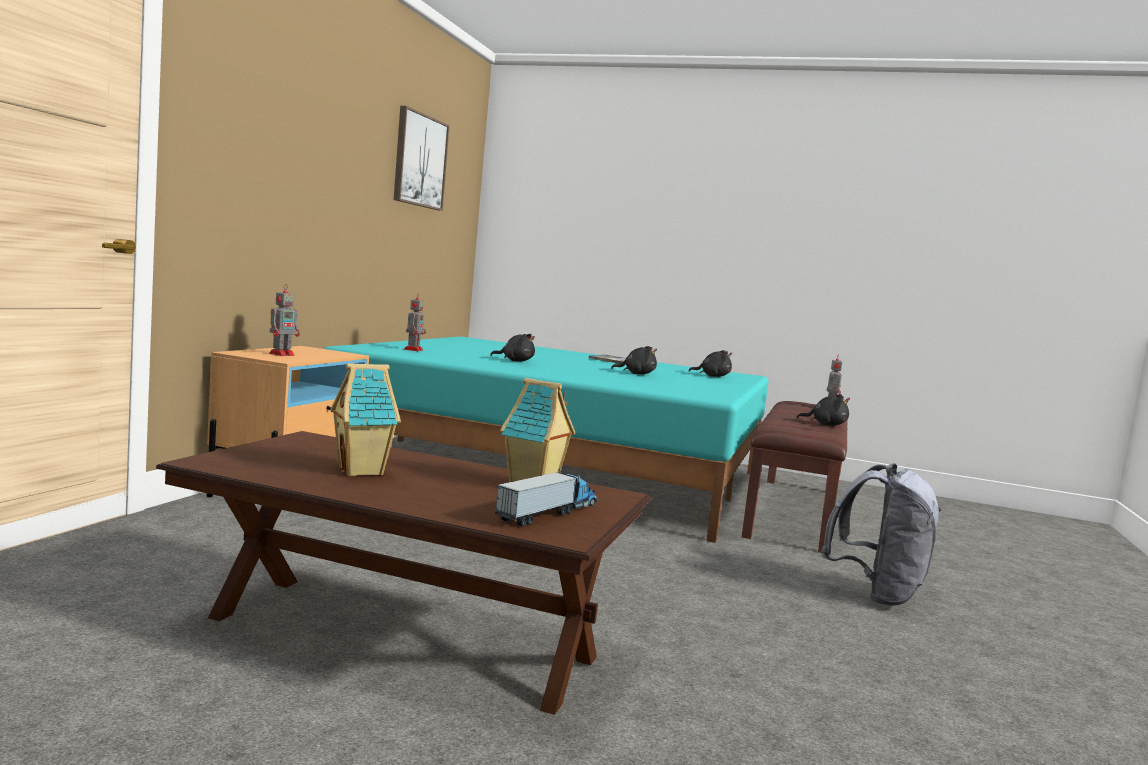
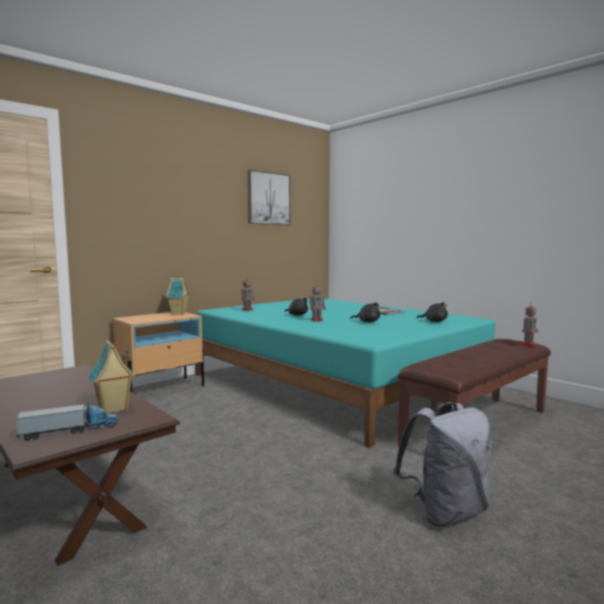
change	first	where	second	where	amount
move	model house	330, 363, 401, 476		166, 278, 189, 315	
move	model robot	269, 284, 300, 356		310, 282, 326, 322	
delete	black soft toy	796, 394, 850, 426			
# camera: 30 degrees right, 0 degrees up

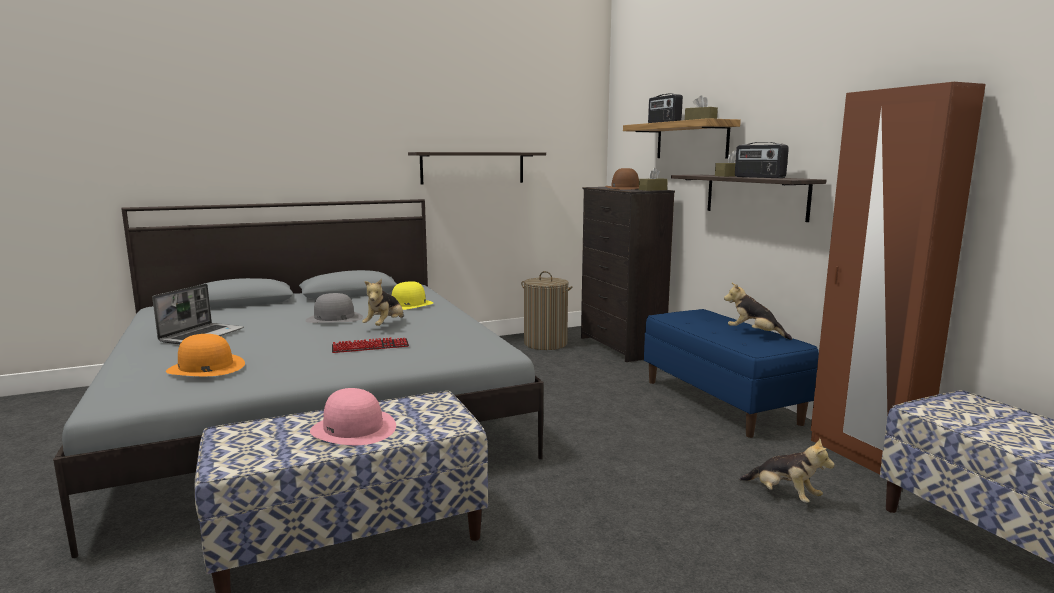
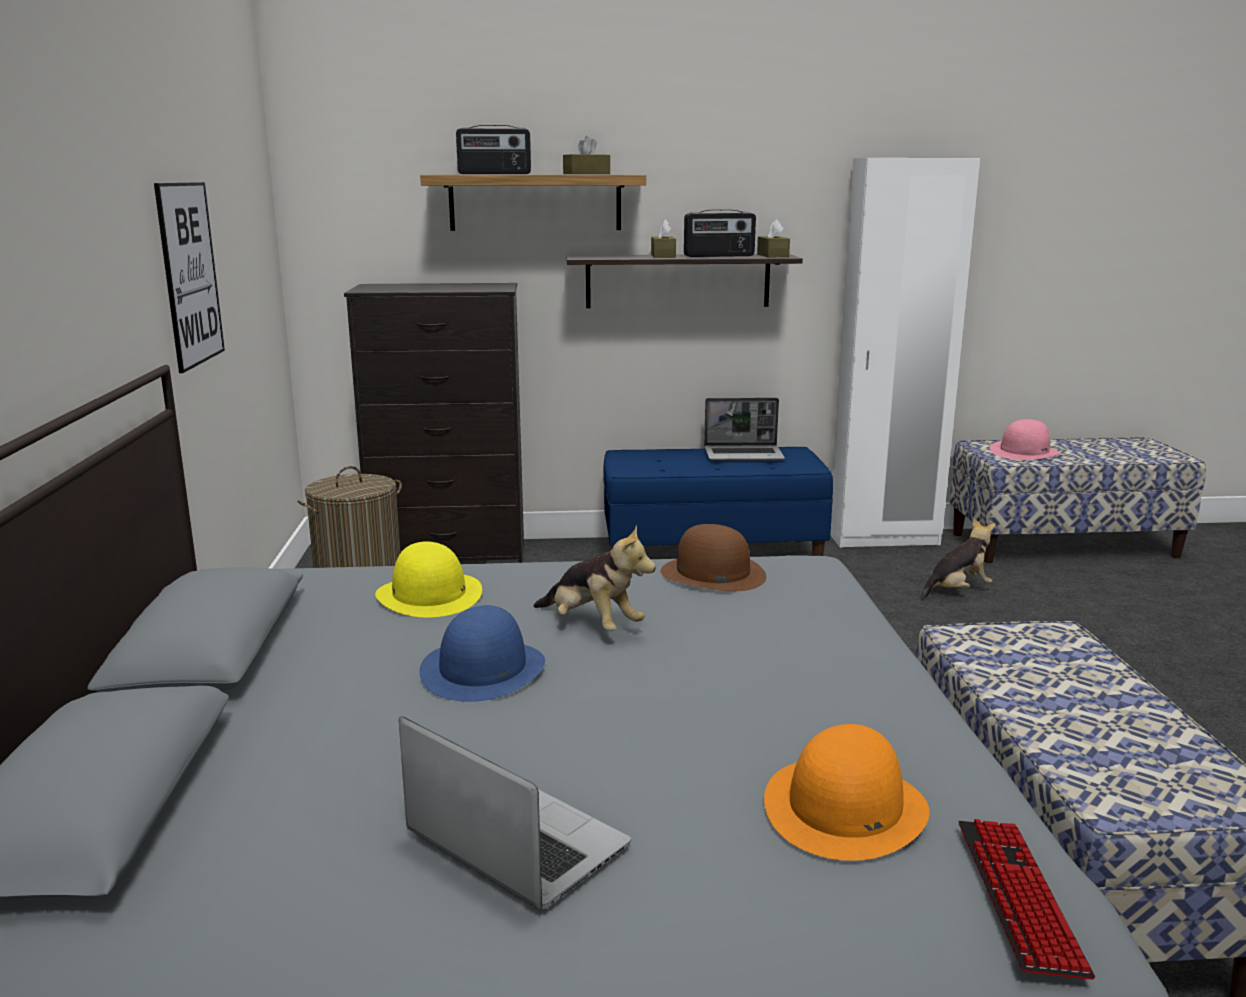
change	first	where	second	where	amount
replace	bracket shelf	408, 152, 546, 184	picture	154, 182, 225, 373	
recolor	grey clothing hat	305, 293, 363, 323	blue clothing hat	420, 605, 545, 702	
move	brown clothing hat	605, 168, 639, 190		660, 524, 766, 591	
replace	soft toy	724, 283, 792, 340	laptop	704, 398, 785, 461	
move	brown tissue box	639, 168, 668, 191		757, 220, 790, 257	
recolor	brown armoire	811, 82, 986, 474	white-coloured armoire	830, 158, 980, 548	
move	keyboard	332, 337, 409, 353		959, 819, 1095, 980	
move	pink clothing hat	310, 388, 396, 445		990, 419, 1061, 460	
# camera: 70 degrees left, 5 degrees up

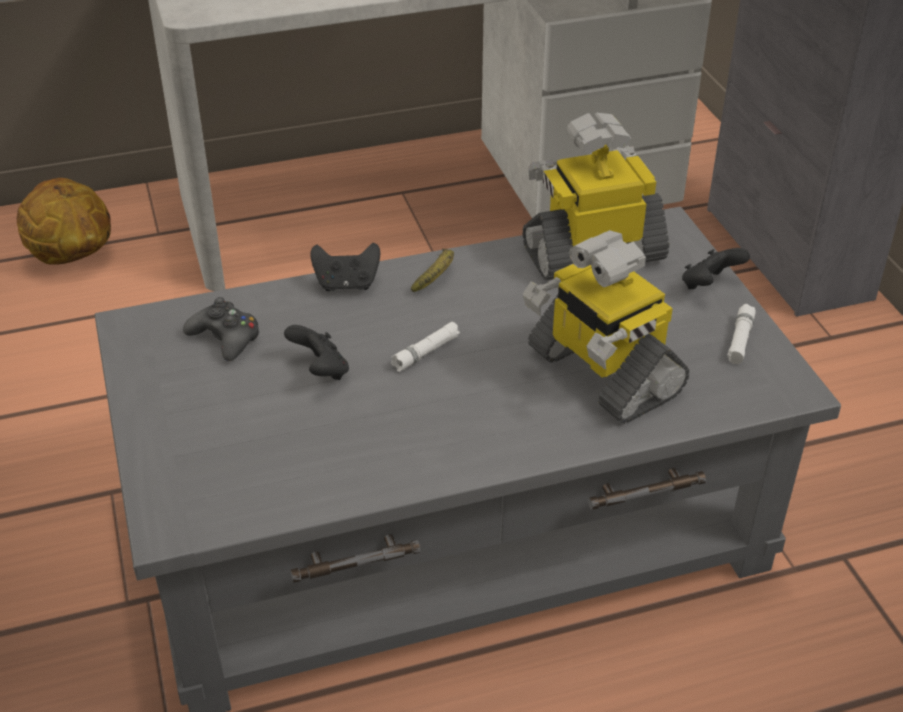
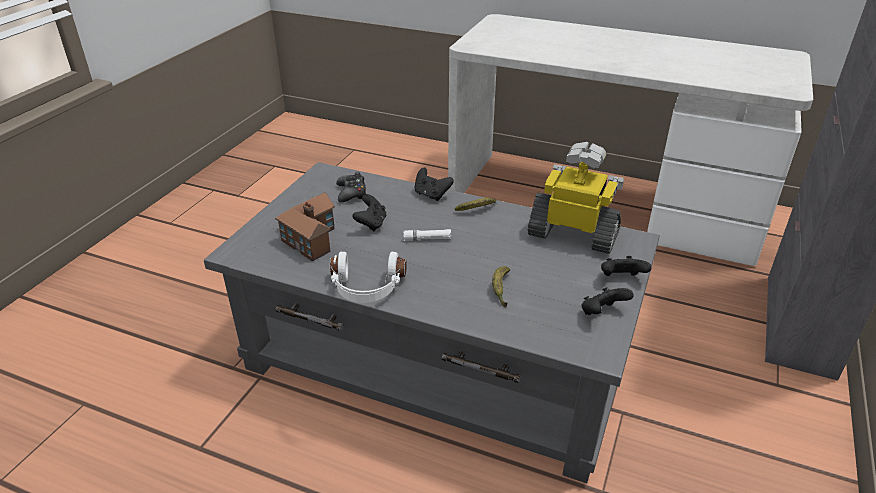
change	first	where	second	where	amount
insert			model house	275, 192, 335, 262	
insert			white-coloured headset	330, 252, 407, 303	
replace	model robot	523, 230, 689, 424	banana	492, 266, 510, 308	
replace	white-coloured torch	727, 304, 756, 364	black gamepad	581, 287, 634, 315	
delete	basketball ball	17, 178, 111, 265			
# camera: 40 degrees right, 5 degrees down

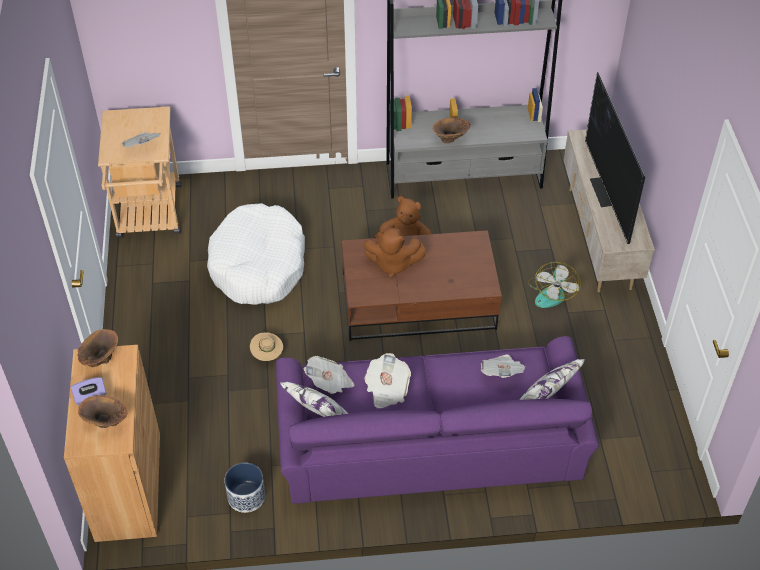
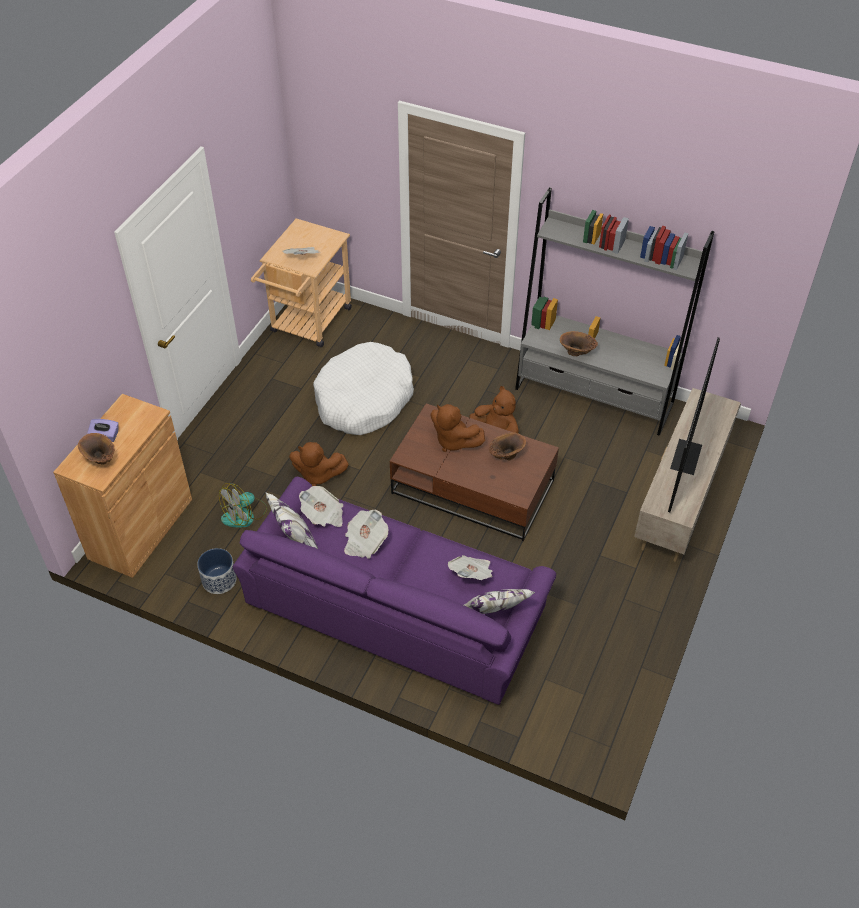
change	first	where	second	where	amount
move	cooling fan	528, 262, 581, 308		219, 483, 267, 528	
replace	sand-coloured clothing hat	250, 332, 283, 361	brown soft toy	289, 442, 349, 486	
move	brown vase	77, 329, 118, 367		489, 432, 526, 461	
# camera: 30 degrees right, 0 degrees up

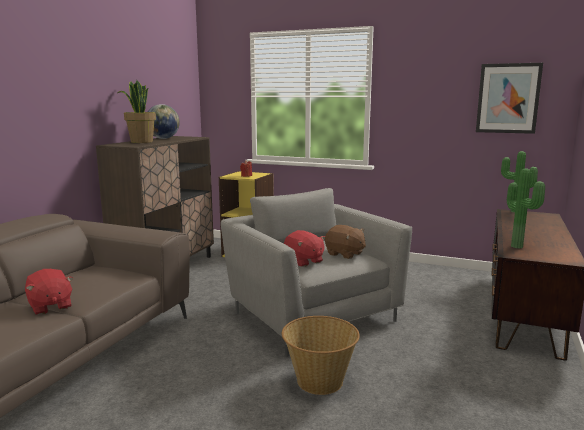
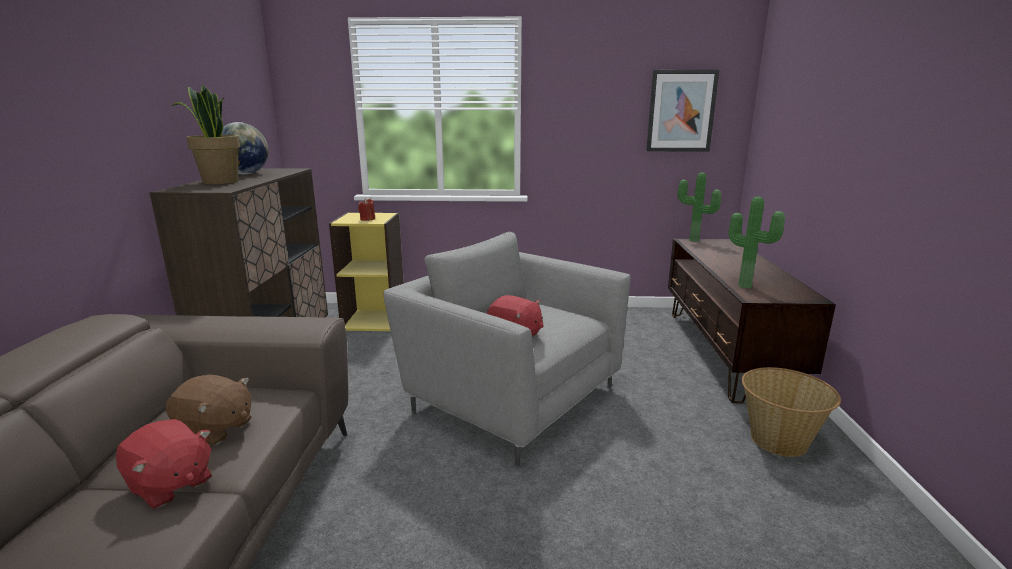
change	first	where	second	where	amount
move	brown soft toy	325, 225, 366, 259		166, 375, 251, 446	
move	household basket	282, 316, 360, 395		742, 367, 841, 457	
# camera: 20 degrees left, 5 degrees up

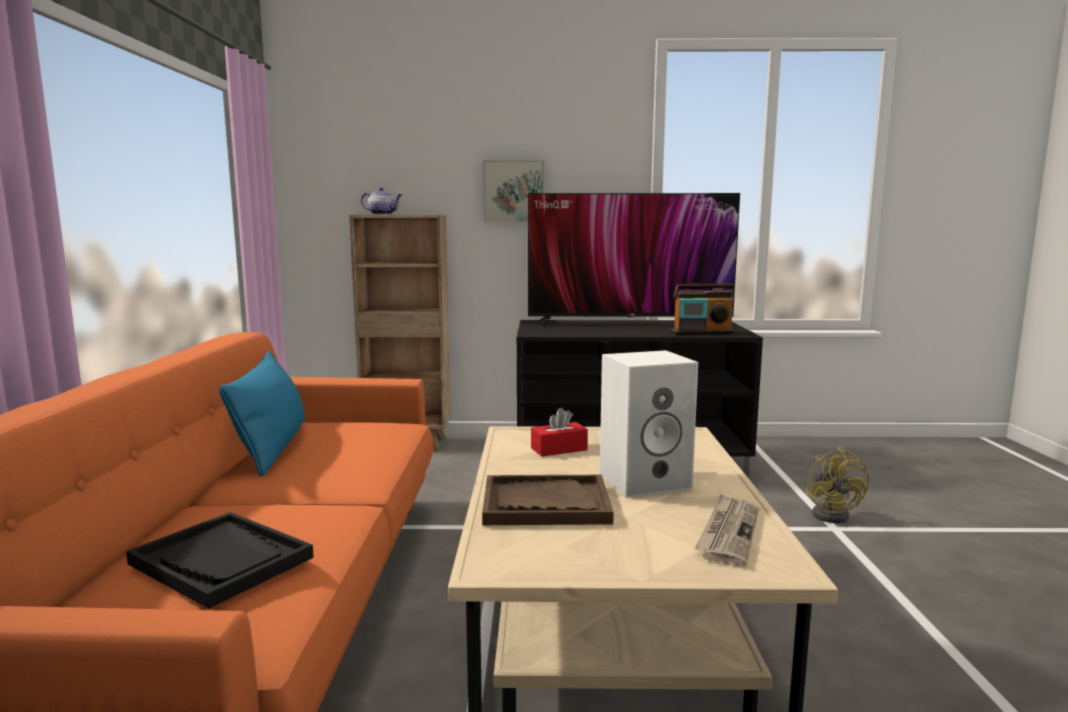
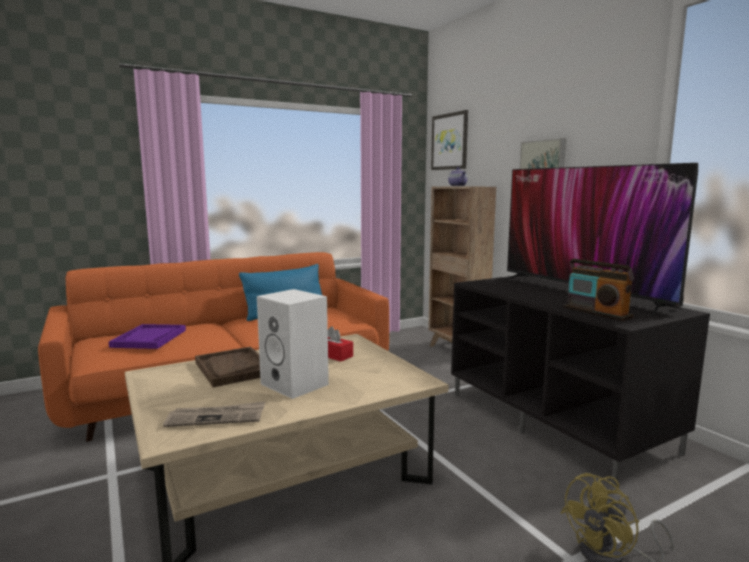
change	first	where	second	where	amount
recolor	black serving tray	126, 512, 314, 609	purple serving tray	109, 324, 186, 349	
insert			picture	431, 110, 468, 170	
# camera: 60 degrees right, 0 degrees up

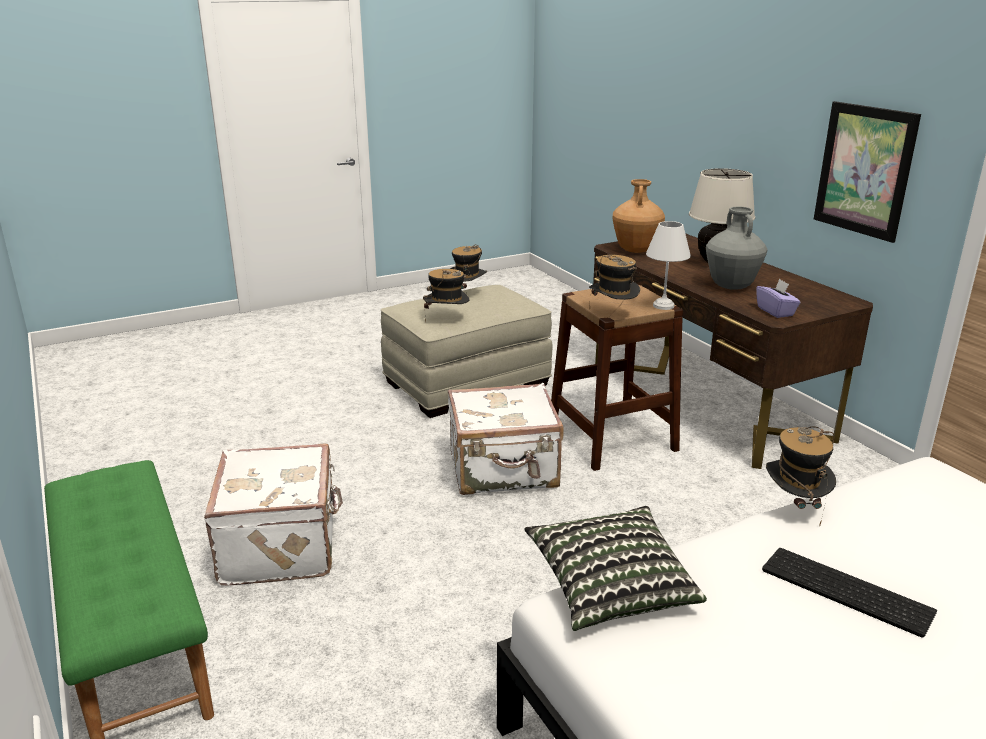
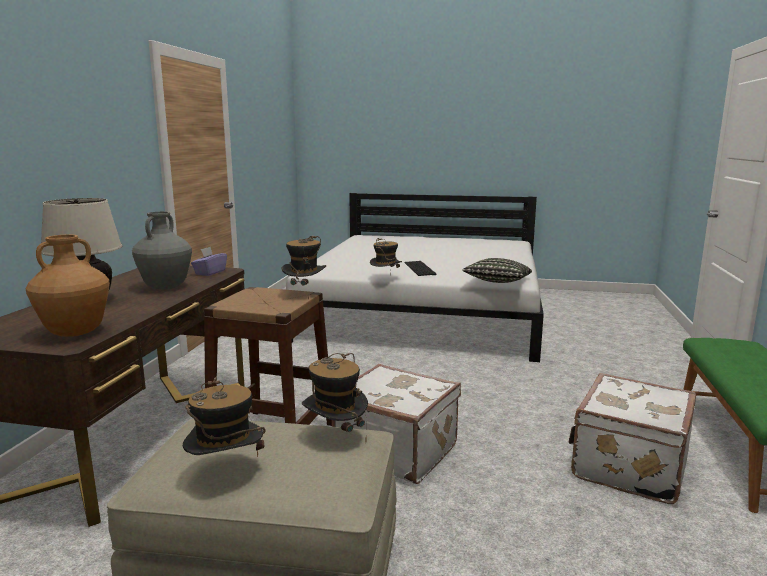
change	first	where	second	where	amount
delete	white-coloured tabletop lamp	646, 221, 691, 310			
delete	picture	814, 101, 921, 243			
# camera: 140 degrees left, 10 degrees down

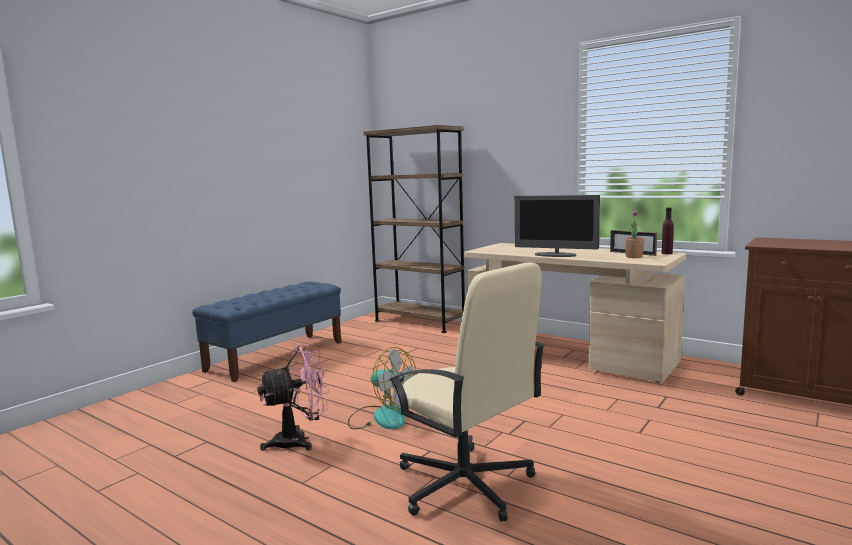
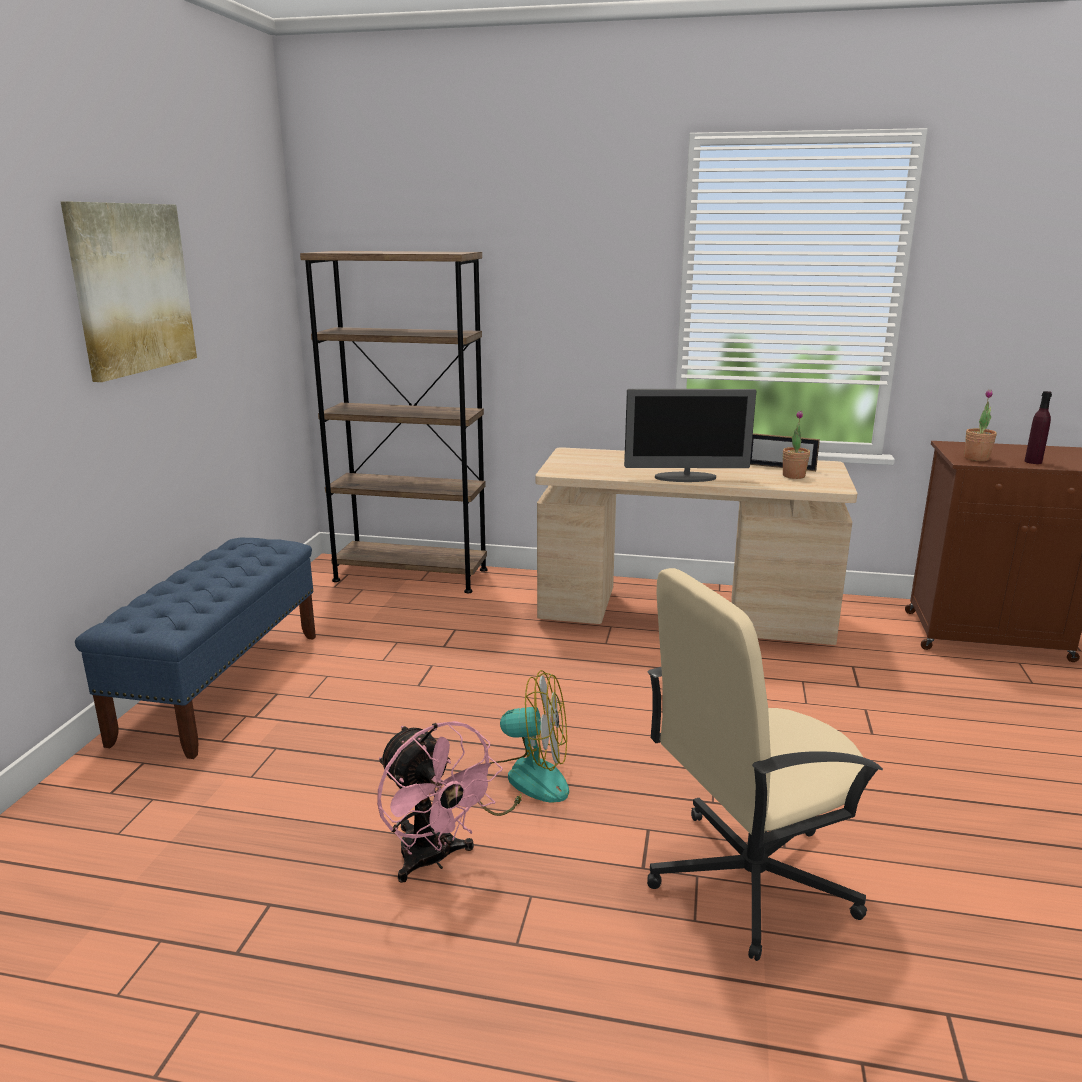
change	first	where	second	where	amount
insert			picture	61, 202, 197, 382	
rotate	pink cooling fan	257, 344, 329, 451		377, 721, 502, 883	105 degrees clockwise
rotate	sand-coloured computer chair	388, 262, 546, 522		647, 568, 883, 961	135 degrees clockwise
insert			plant in a pot	964, 389, 997, 461	
move	purple bottle	661, 208, 674, 254		1025, 391, 1052, 464	
# camera: 25 degrees left, 10 degrees up

